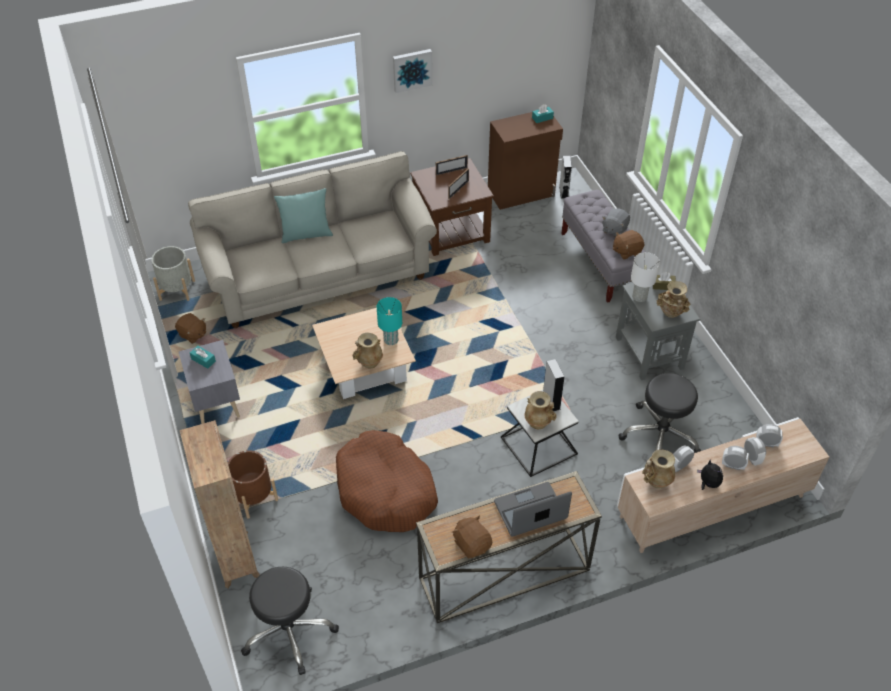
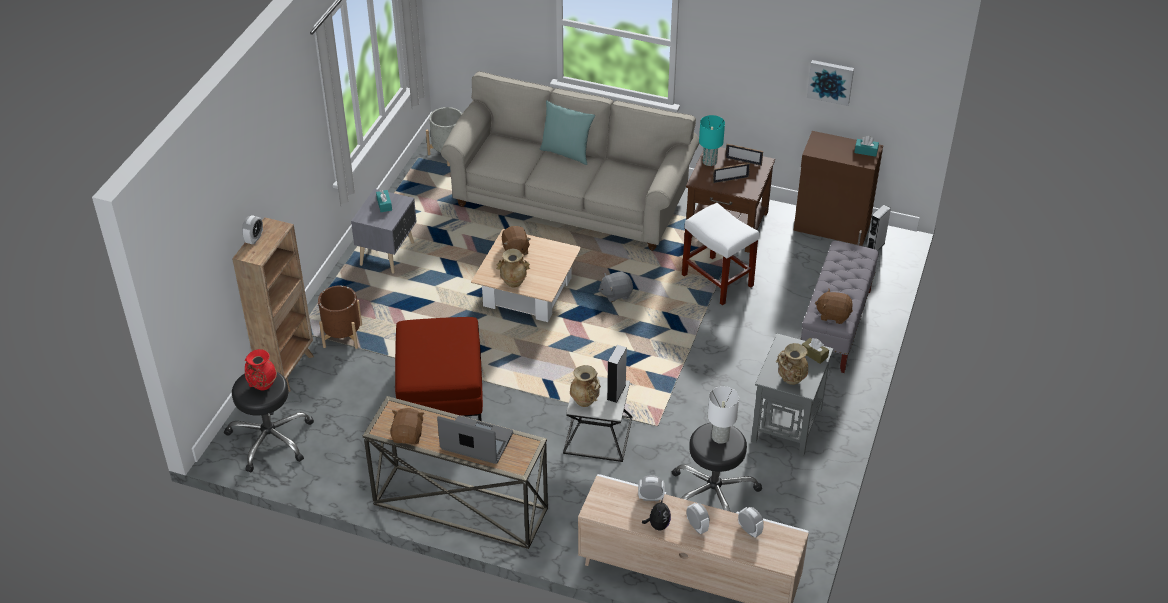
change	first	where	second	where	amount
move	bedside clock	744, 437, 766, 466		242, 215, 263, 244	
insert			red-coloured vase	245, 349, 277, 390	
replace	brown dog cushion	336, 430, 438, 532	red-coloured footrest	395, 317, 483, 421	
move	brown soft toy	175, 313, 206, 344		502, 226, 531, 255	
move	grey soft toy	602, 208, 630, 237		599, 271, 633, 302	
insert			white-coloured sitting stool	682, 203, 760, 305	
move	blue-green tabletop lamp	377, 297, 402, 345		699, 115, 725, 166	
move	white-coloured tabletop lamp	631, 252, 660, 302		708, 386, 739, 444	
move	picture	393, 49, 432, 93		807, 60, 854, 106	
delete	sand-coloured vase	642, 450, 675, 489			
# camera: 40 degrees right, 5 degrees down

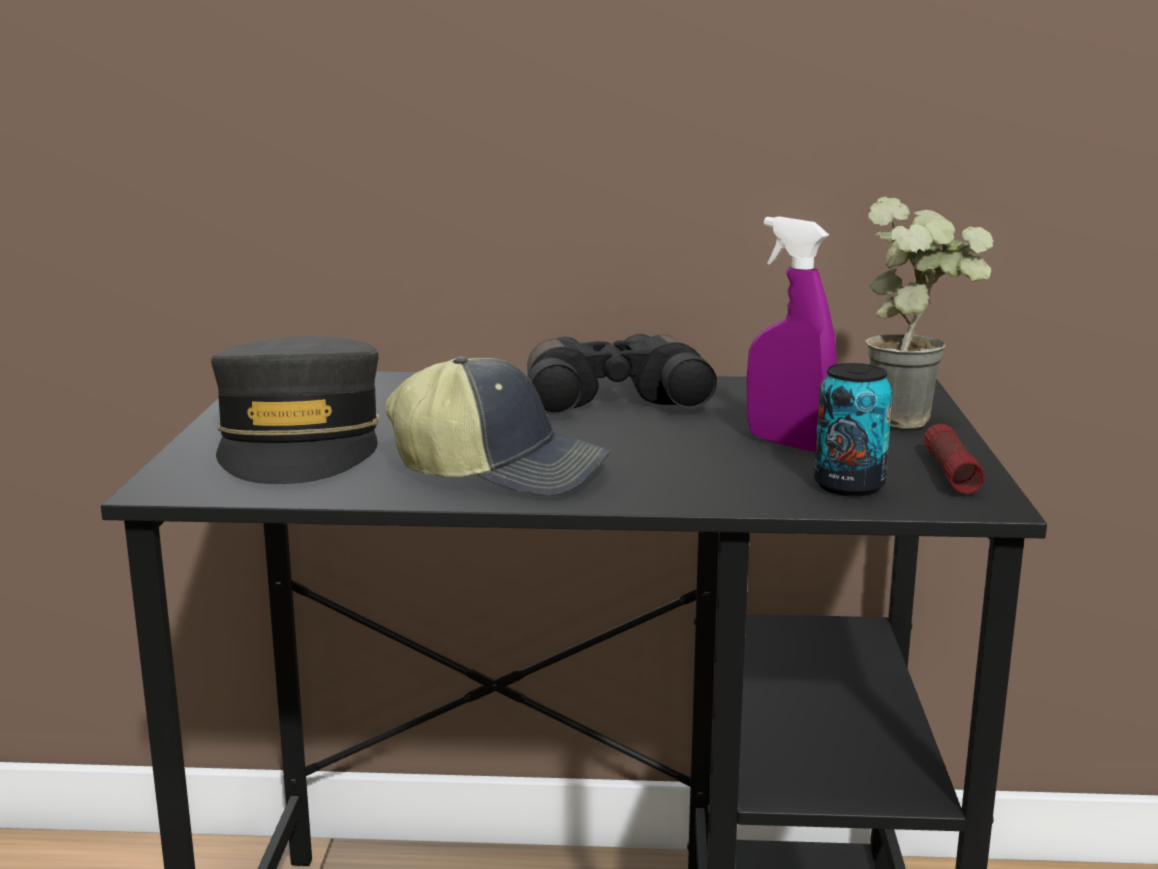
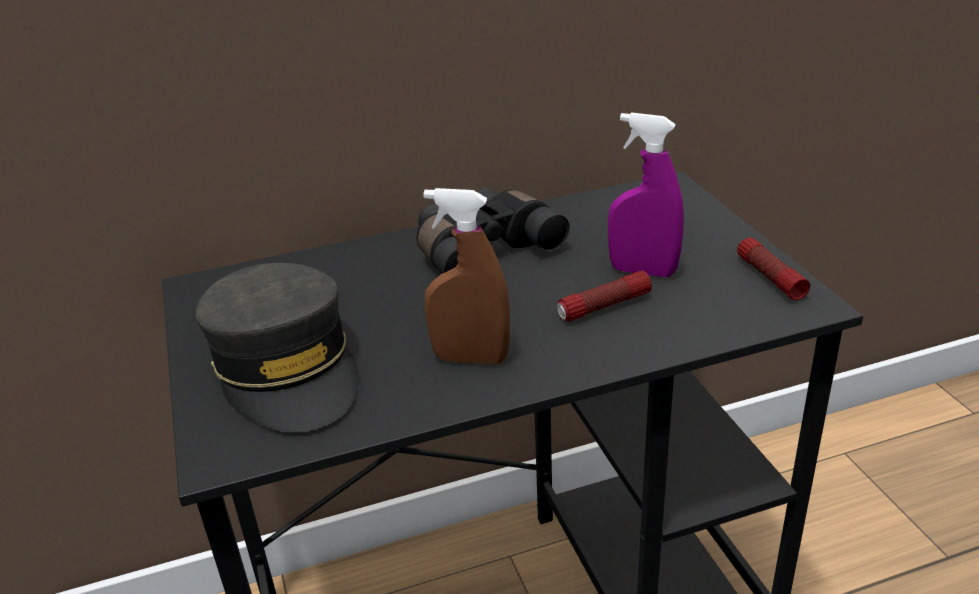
change	first	where	second	where	amount
replace	cap	385, 356, 611, 496	brown spray bottle	424, 188, 510, 364	
insert			torch	557, 271, 652, 322	
delete	sealed can	814, 363, 893, 496			
delete	plant in a pot	866, 197, 993, 429			
# camera: 20 degrees left, 15 degrees up

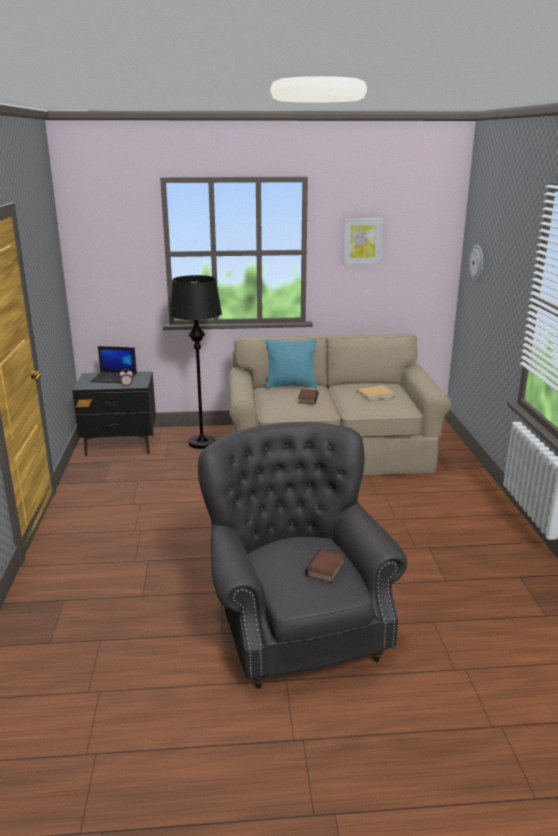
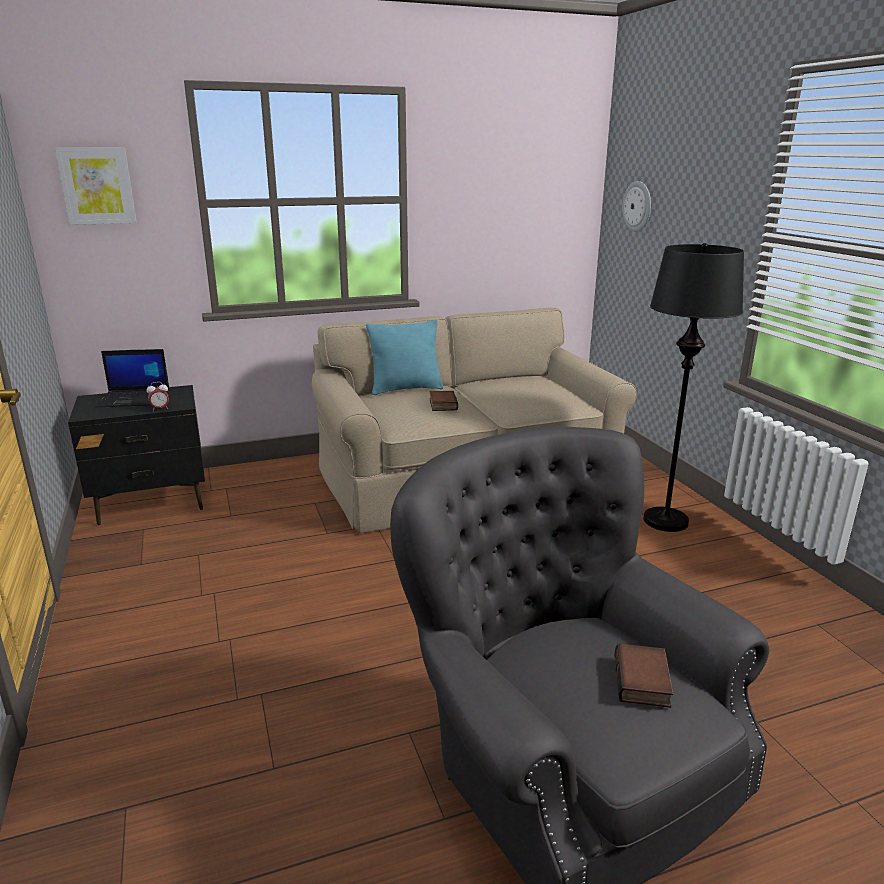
change	first	where	second	where	amount
move	picture	343, 218, 383, 264		55, 147, 137, 225	
move	black standing lamp	169, 275, 222, 449		643, 243, 744, 532	
delete	sand-coloured bound book	357, 385, 395, 401			
# camera: 15 degrees left, 0 degrees up

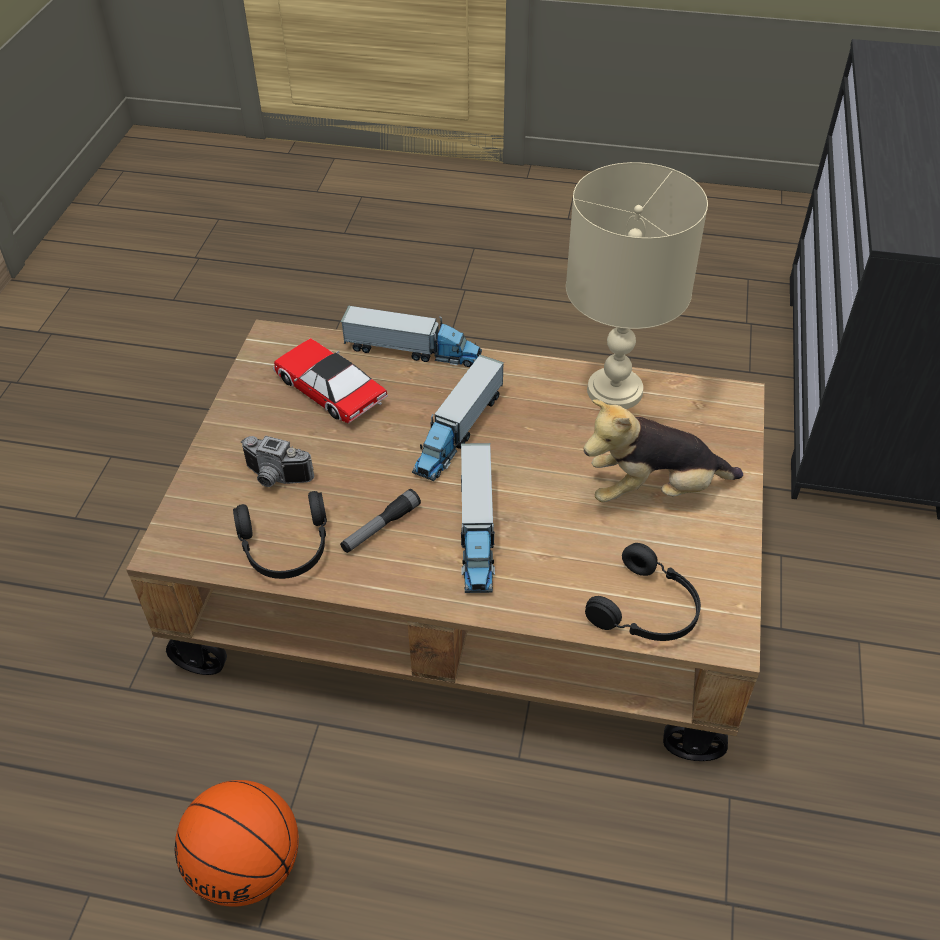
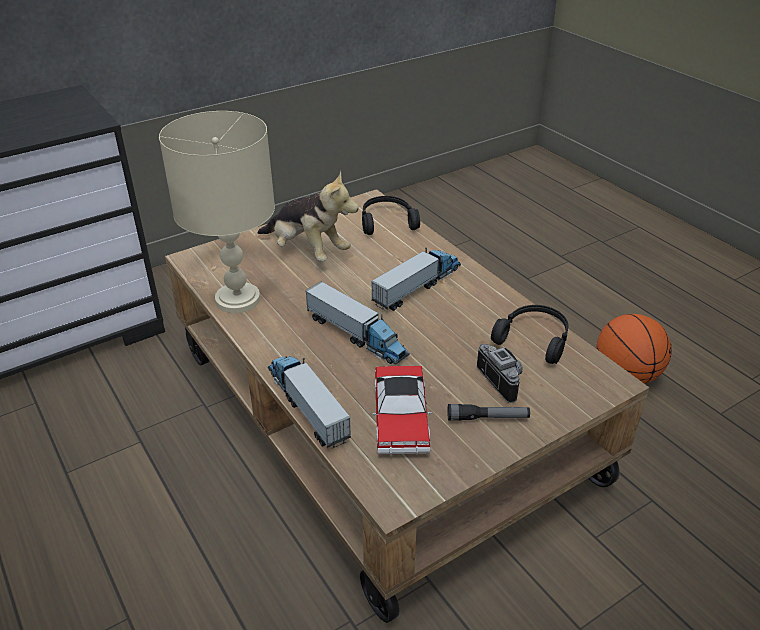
change	first	where	second	where	amount
rotate	model truck	412, 355, 504, 481		305, 281, 409, 365	60 degrees clockwise
move	torch	340, 489, 421, 553		448, 404, 530, 421	
# camera: 135 degrees left, 10 degrees down

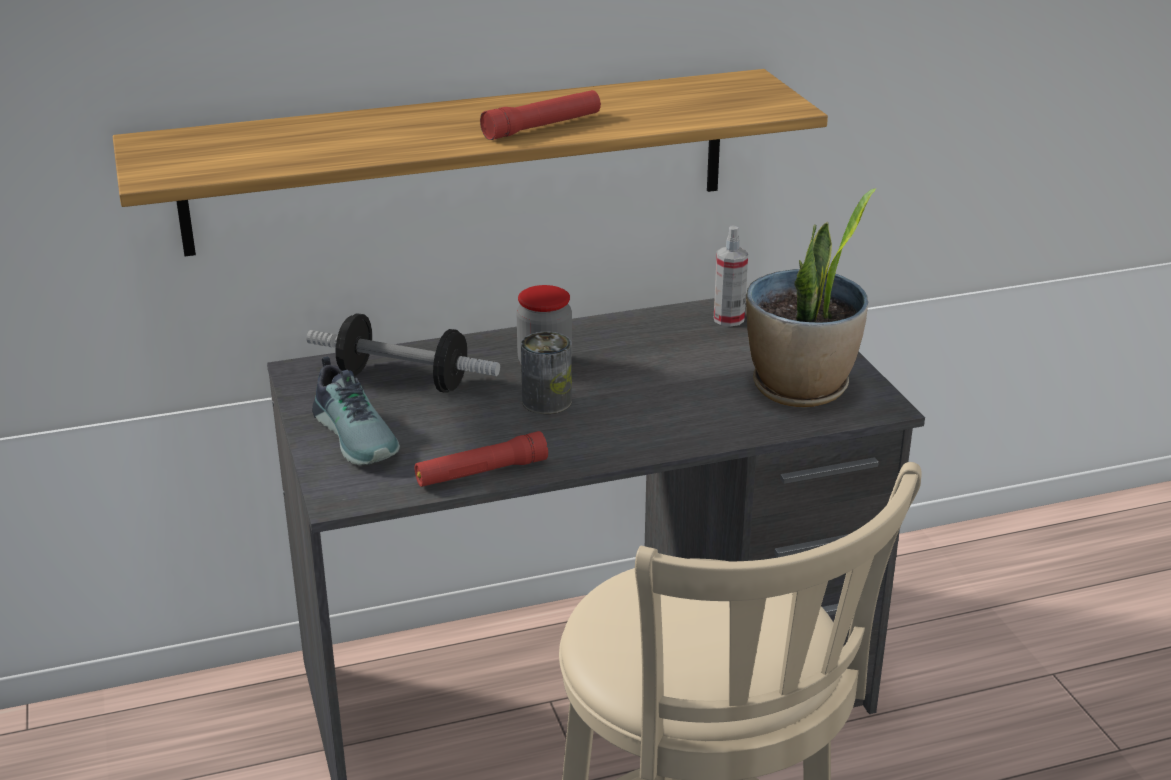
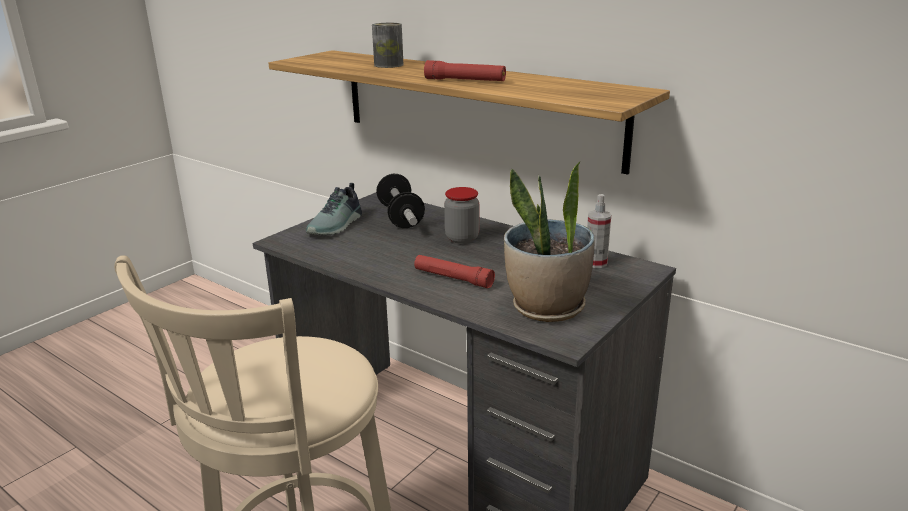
change	first	where	second	where	amount
move	sealed can	521, 331, 572, 414		372, 23, 404, 68	
move	red-coloured torch	415, 431, 548, 487		414, 255, 495, 288	
# camera: 55 degrees right, 5 degrees down

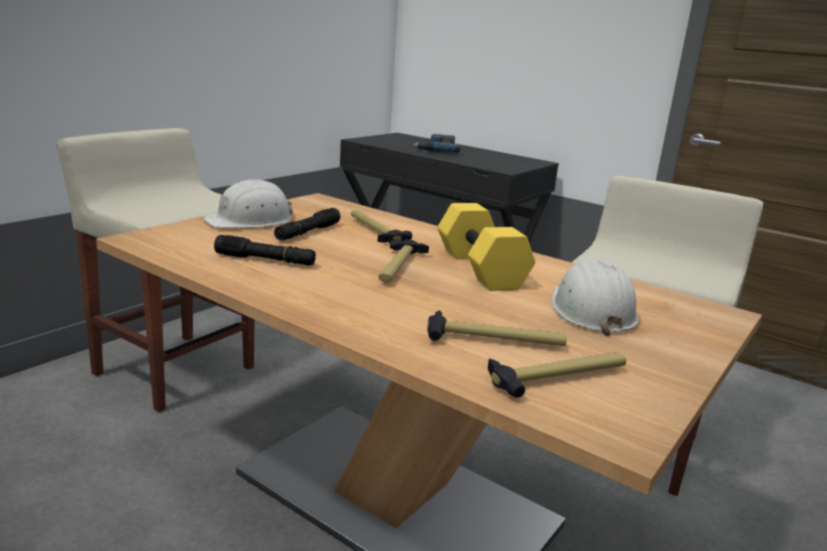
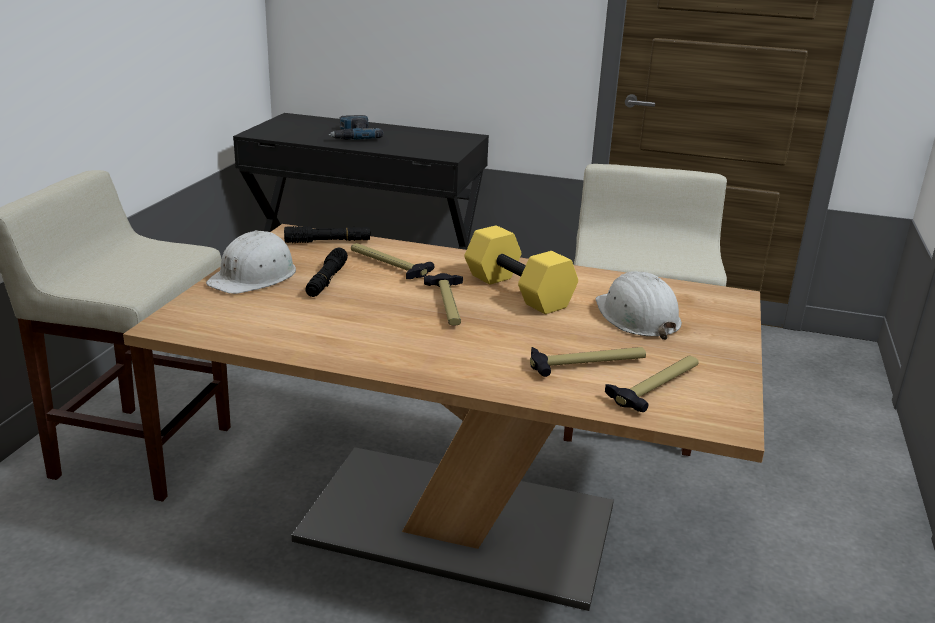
change	first	where	second	where	amount
move	black torch	214, 235, 316, 266		284, 226, 371, 243	
# camera: 20 degrees left, 5 degrees up

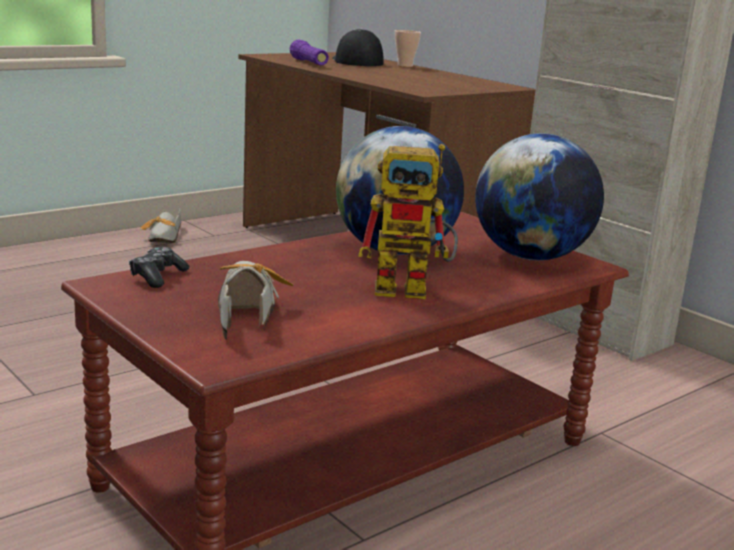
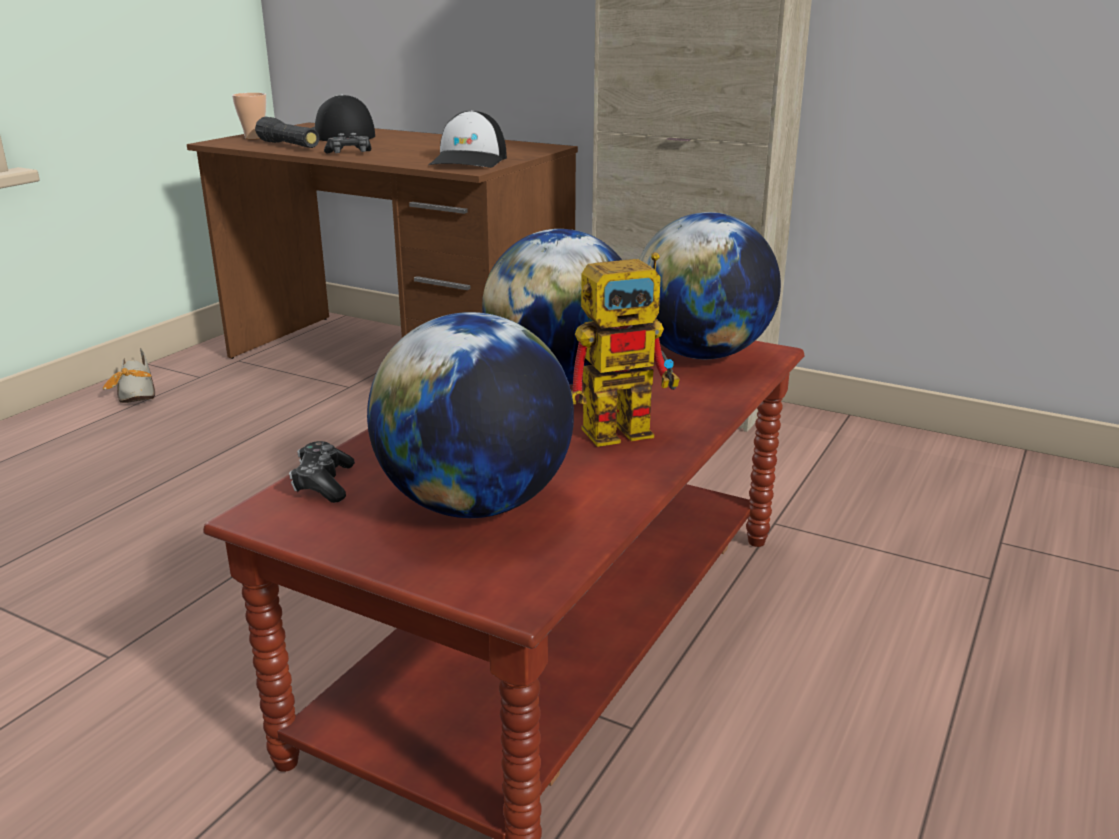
change	first	where	second	where	amount
move	small cup	395, 30, 421, 67		232, 93, 267, 139	
recolor	purple torch	290, 39, 329, 66	black torch	255, 116, 319, 148	
insert			gamepad	324, 133, 371, 153	
replace	low shoe	218, 261, 294, 341	world globe	367, 312, 574, 518	
insert			cap	428, 110, 507, 168	
# camera: 20 degrees left, 5 degrees up

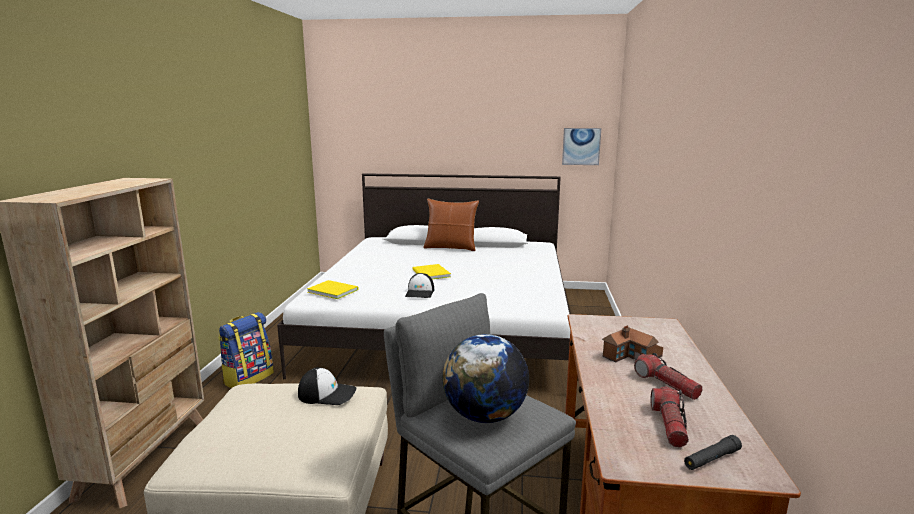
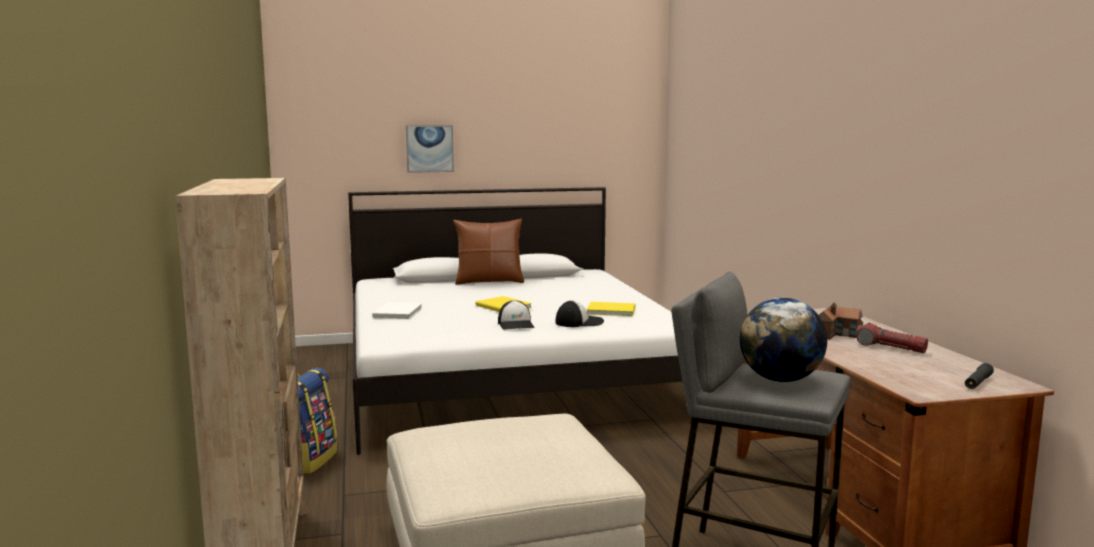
change	first	where	second	where	amount
insert			white-coloured bound book	372, 303, 422, 319	
move	picture	562, 128, 601, 165		406, 125, 454, 173	
move	cap	298, 367, 356, 405		556, 300, 604, 327	
move	yellowish bound book	307, 280, 358, 299		586, 302, 635, 316	
delete	torch	651, 387, 689, 447			
# camera: 20 degrees left, 5 degrees down

